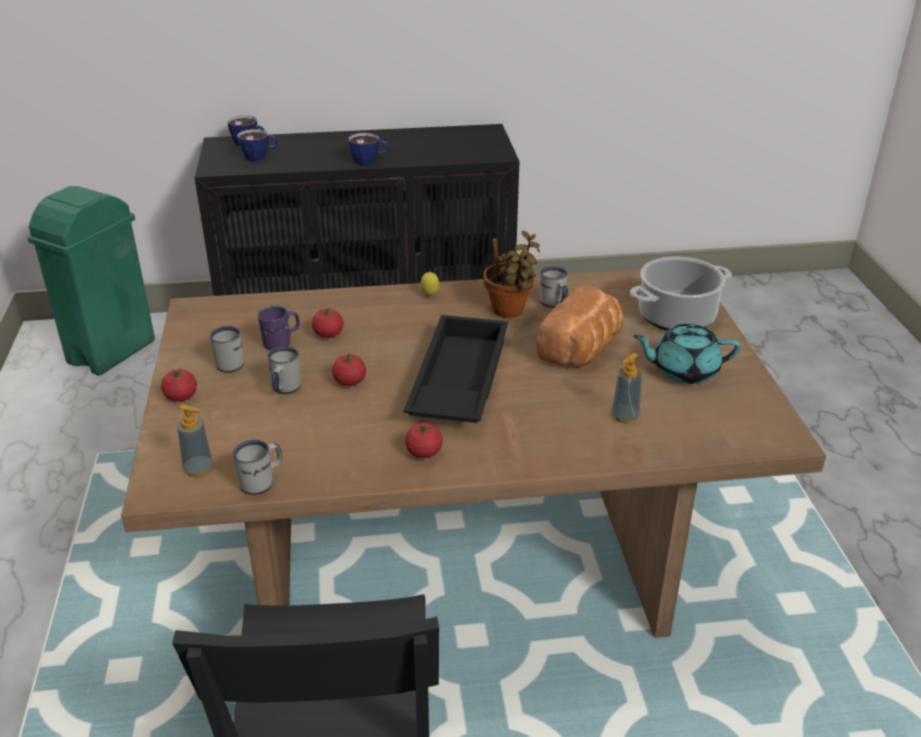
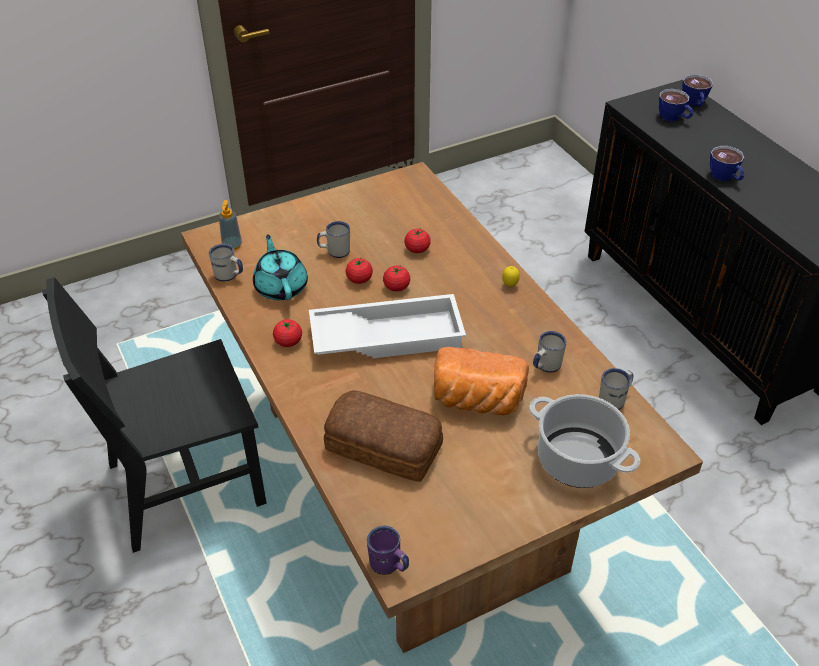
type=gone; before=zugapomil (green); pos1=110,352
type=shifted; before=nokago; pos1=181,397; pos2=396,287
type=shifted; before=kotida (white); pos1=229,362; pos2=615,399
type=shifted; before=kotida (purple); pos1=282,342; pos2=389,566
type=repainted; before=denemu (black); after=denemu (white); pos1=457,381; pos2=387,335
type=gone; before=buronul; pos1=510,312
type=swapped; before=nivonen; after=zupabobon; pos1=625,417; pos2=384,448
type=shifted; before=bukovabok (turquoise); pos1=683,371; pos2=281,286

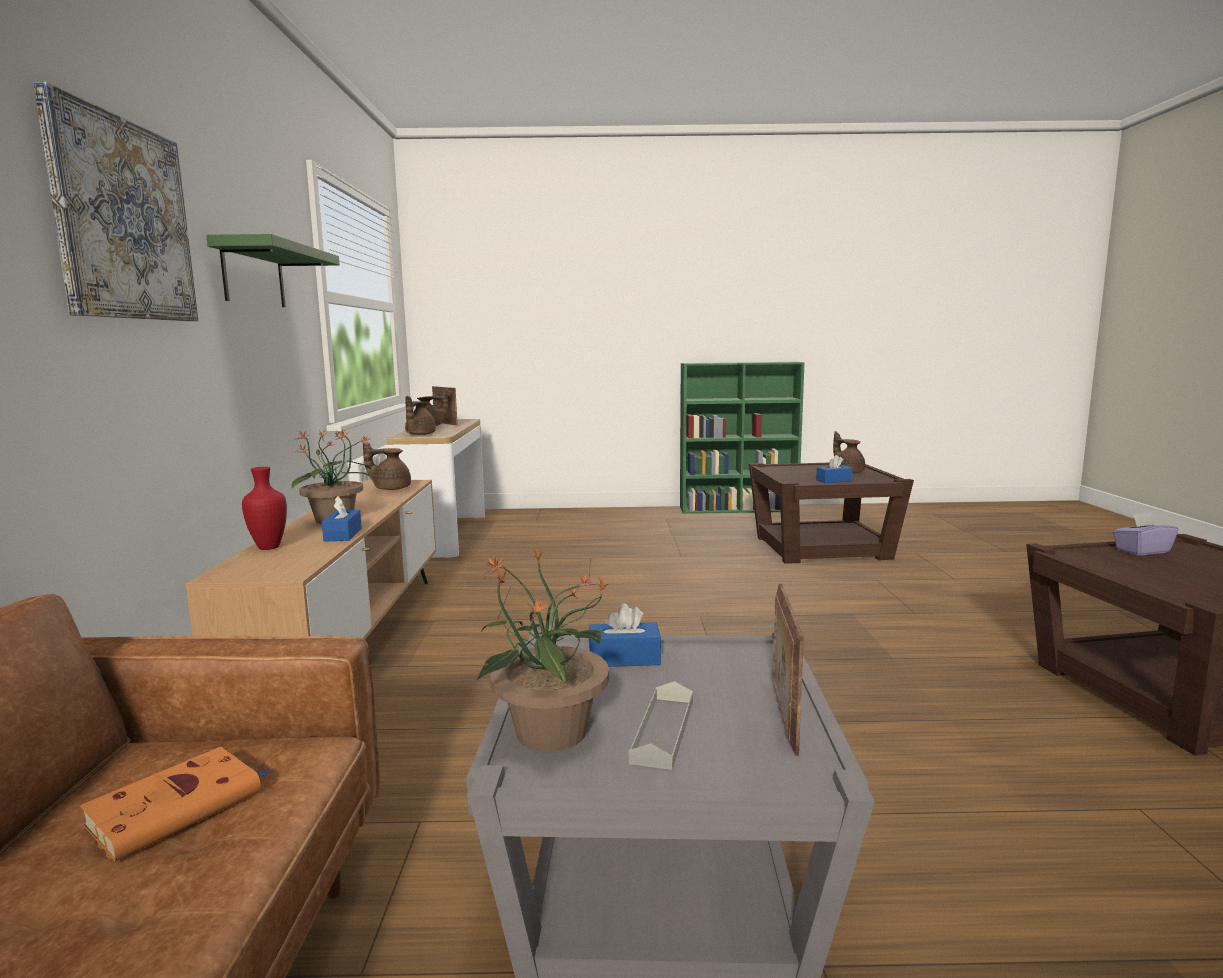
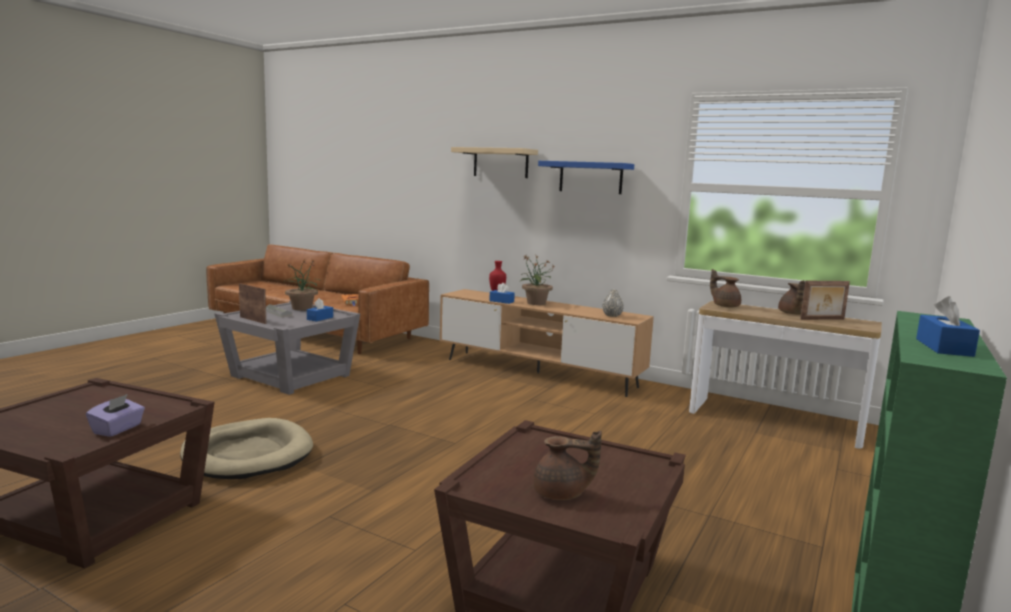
type=swapped; before=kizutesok; after=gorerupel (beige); pos1=122,220; pos2=500,163
type=repainted; before=gorerupel (green); after=gorerupel (blue); pos1=254,275; pos2=590,177
type=swapped; before=bukovabok (brown); after=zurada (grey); pos1=391,488; pos2=612,315
type=shifted; before=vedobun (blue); pos1=834,480; pos2=944,347
type=new; after=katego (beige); pos2=247,454

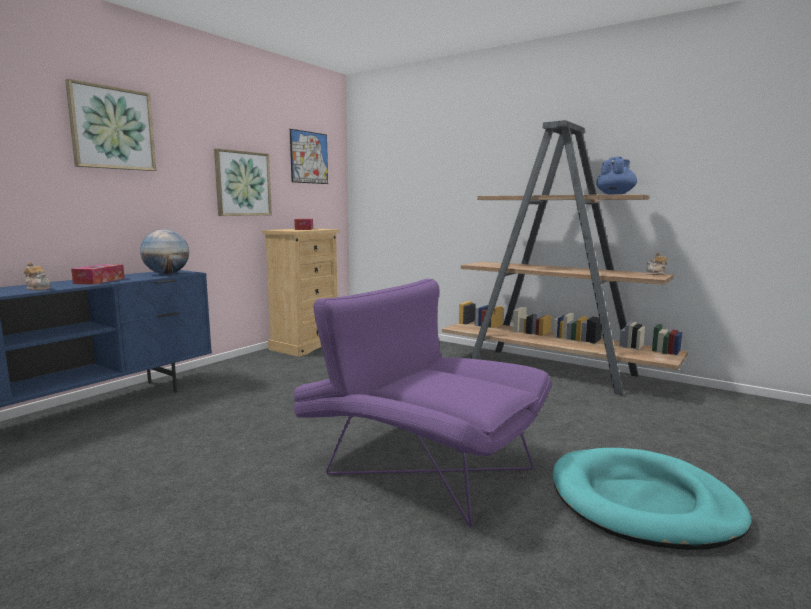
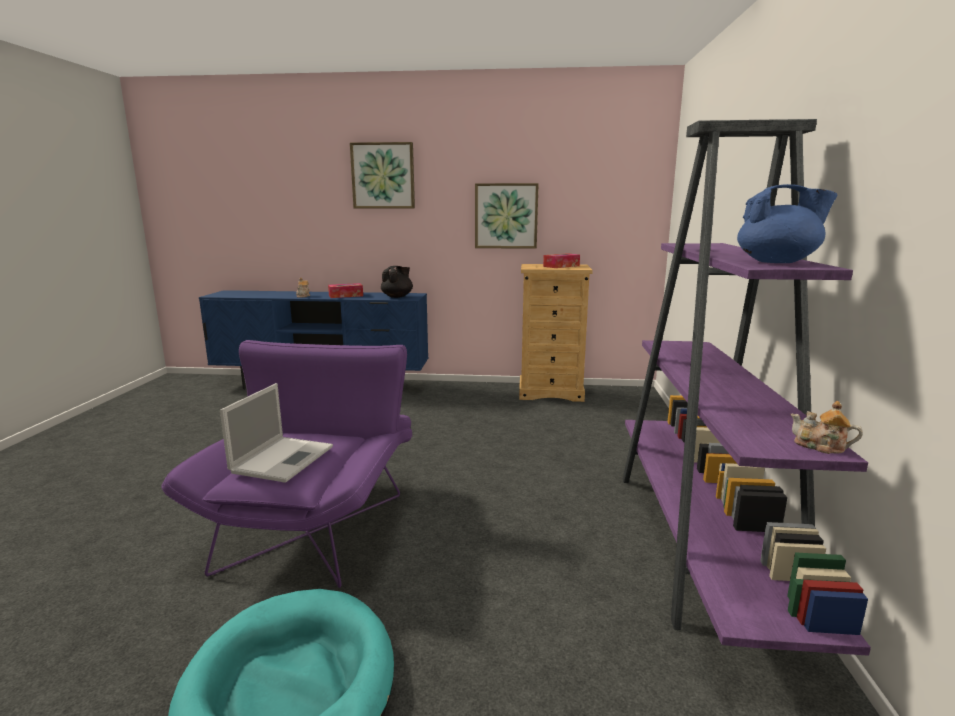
type=swapped; before=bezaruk; after=bukovabok (black); pos1=167,274; pos2=397,296
type=gone; before=kizutesok; pos1=309,157
type=repainted; before=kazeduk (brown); after=kazeduk (purple); pos1=554,371; pos2=700,544
type=new; after=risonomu; pos2=283,458

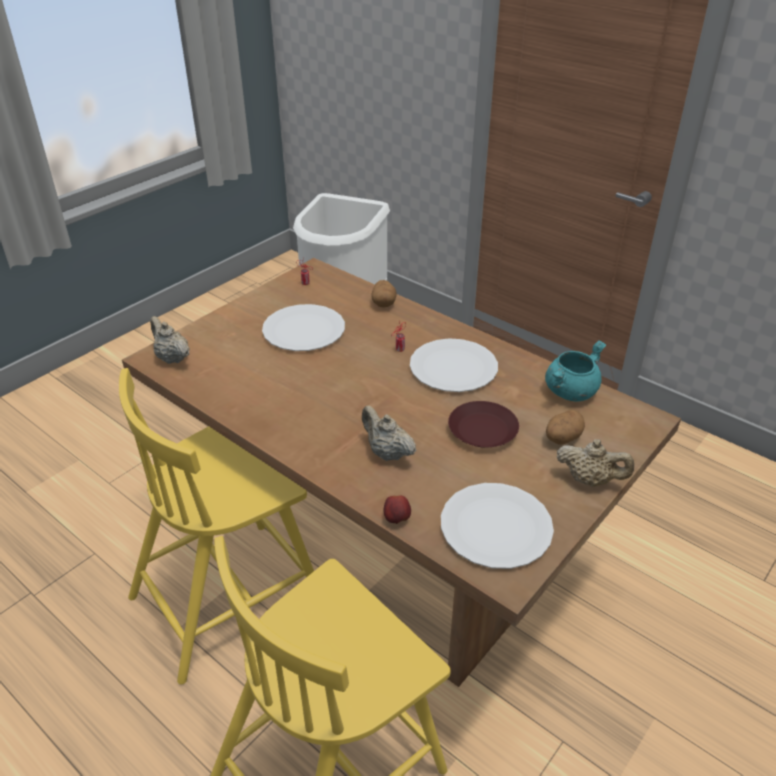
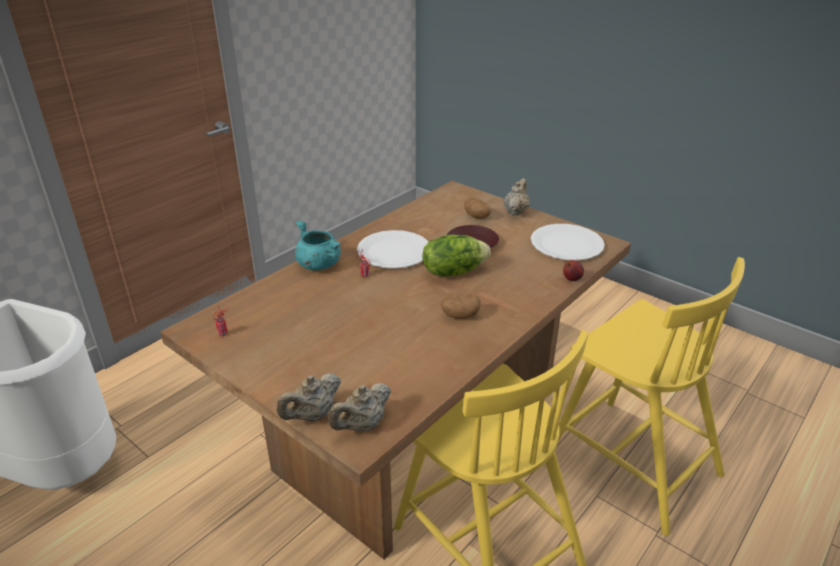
type=gone; before=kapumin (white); pos1=304,330
type=shifted; before=bukovabok (beige); pos1=387,452; pos2=312,415
type=shifted; before=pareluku; pos1=383,303; pos2=460,316
type=shifted; before=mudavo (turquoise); pos1=570,391; pos2=318,264
type=new; after=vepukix; pos2=453,271

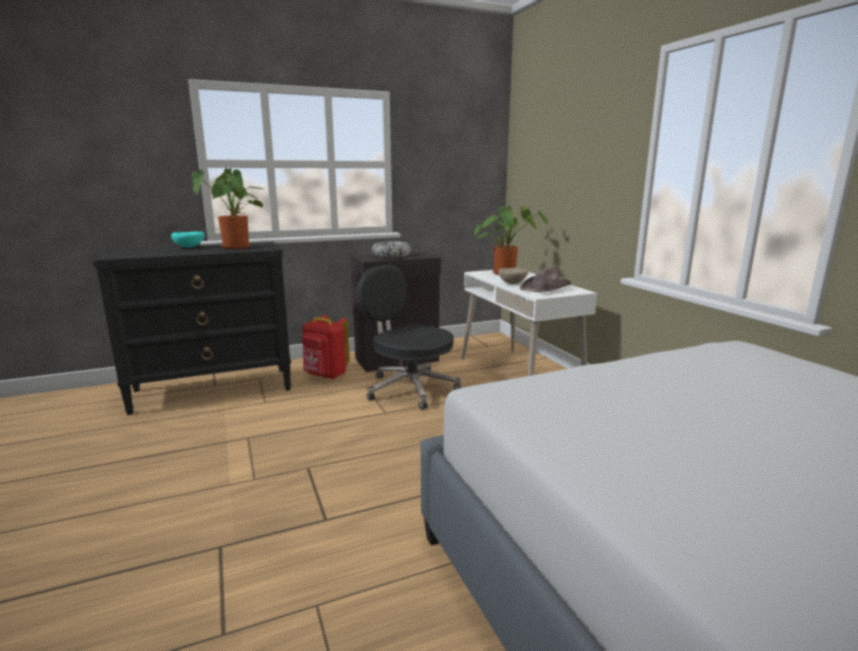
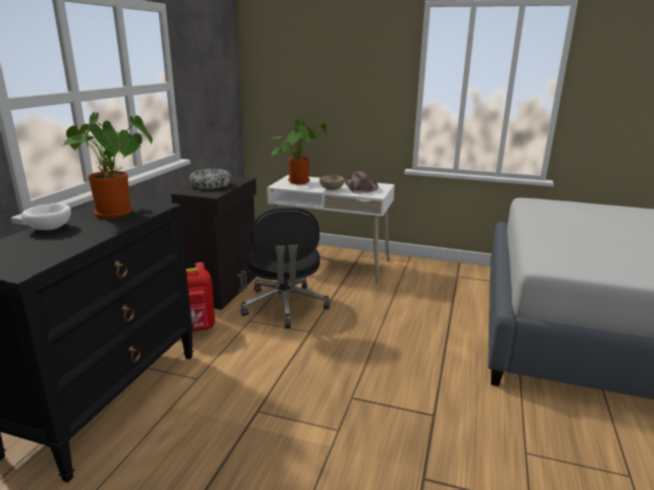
type=repainted; before=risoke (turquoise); after=risoke (white); pos1=190,247; pos2=50,228
type=rotated; before=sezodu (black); pos1=409,388; pos2=284,306; turn=-90

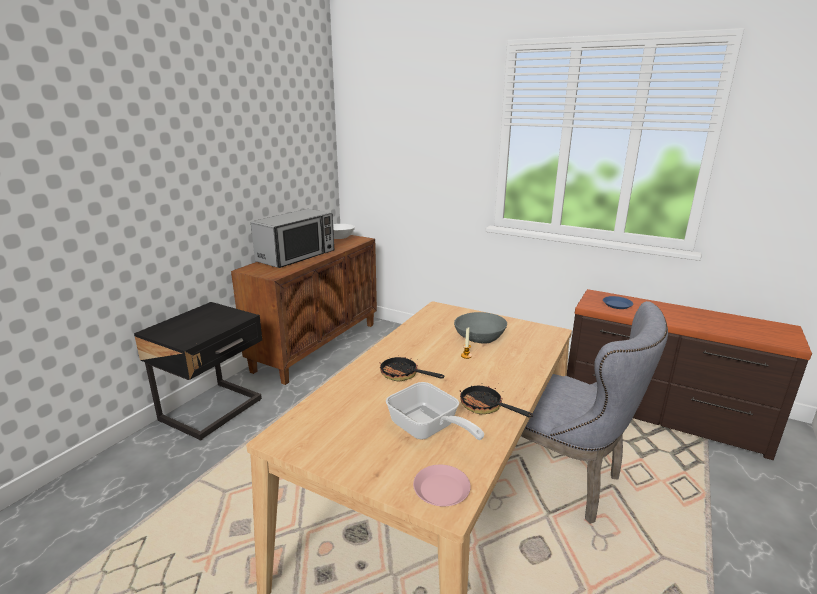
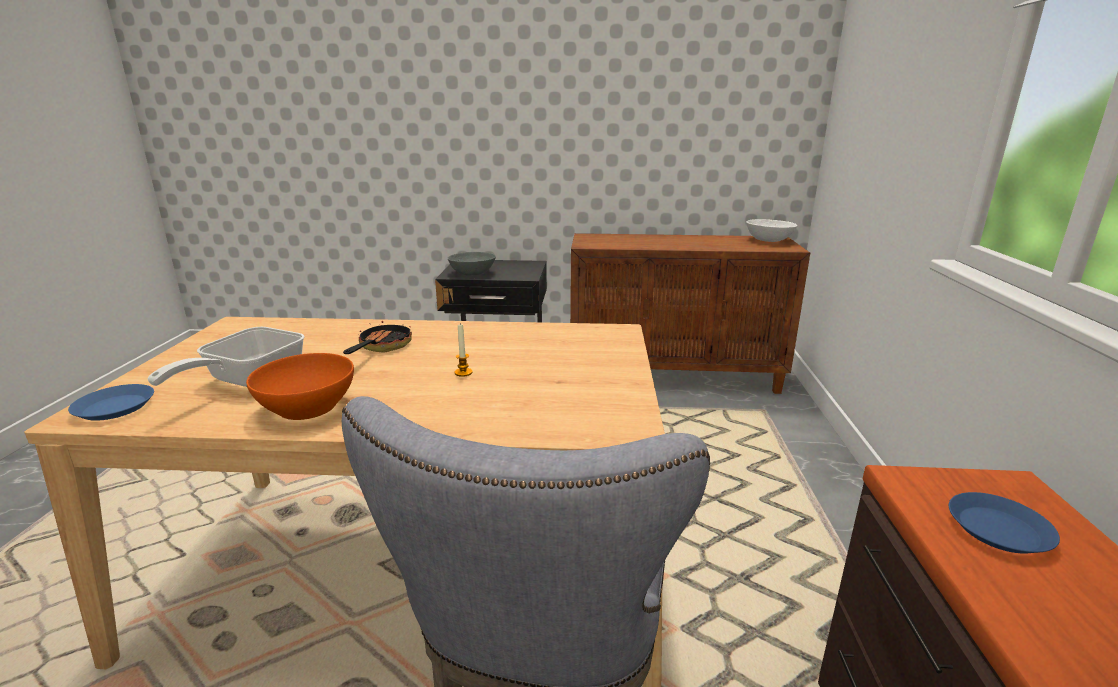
type=gone; before=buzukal; pos1=297,256
type=repainted; before=kapumin (pink); after=kapumin (blue); pos1=442,490; pos2=115,408
type=shifted; before=risoke (grey); pos1=480,338; pos2=473,273
type=swapped; before=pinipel; after=risoke (orange); pos1=486,407; pos2=307,407

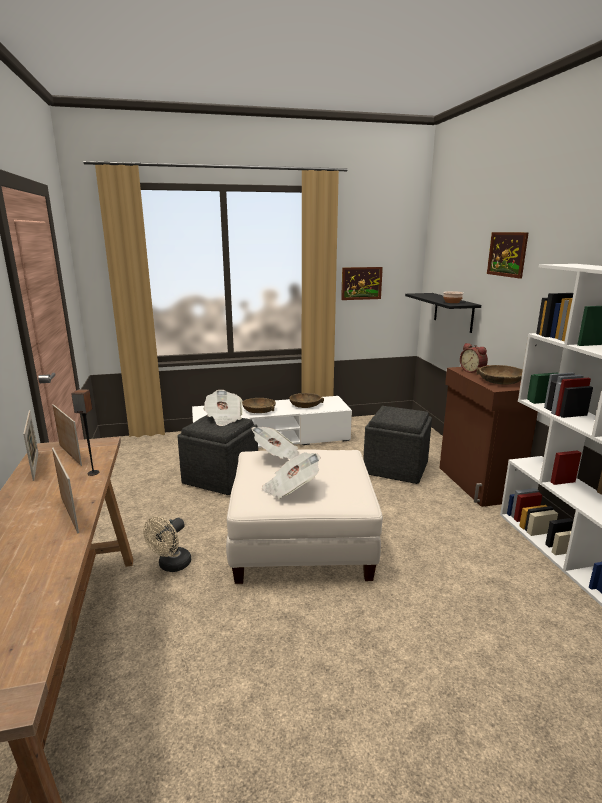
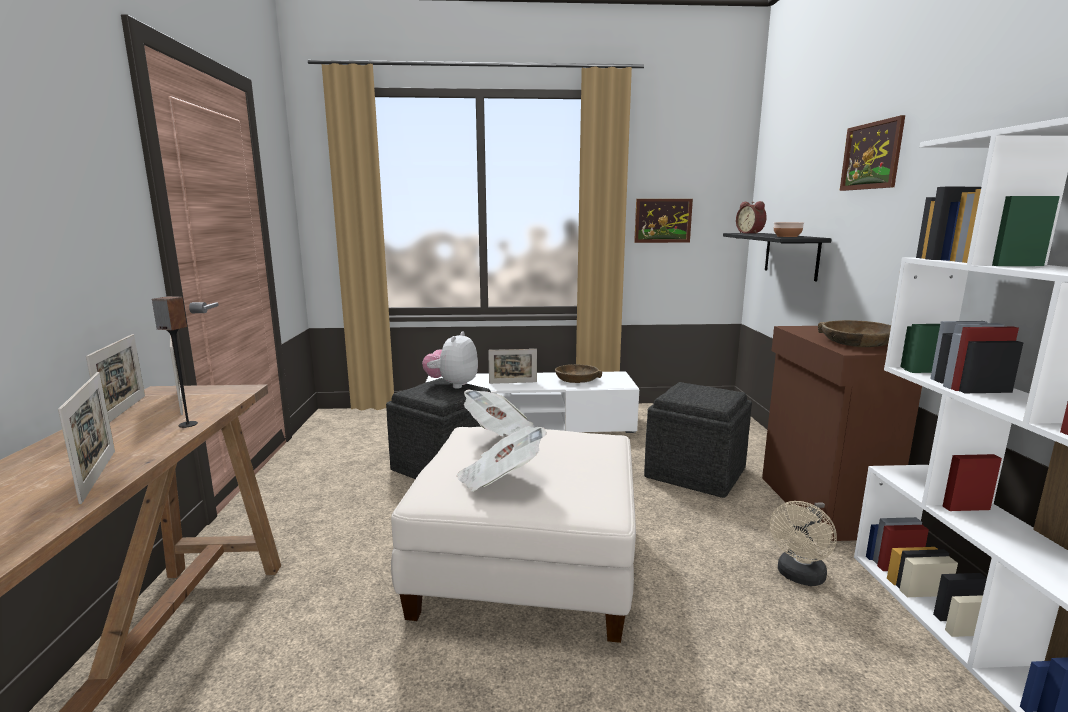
type=shifted; before=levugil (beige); pos1=171,566; pos2=799,577
type=swapped; before=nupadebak; after=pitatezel; pos1=224,418; pos2=452,385
type=swapped; before=risoke (brown); after=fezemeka; pos1=259,410; pos2=513,382
type=shifted; before=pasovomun; pos1=473,371; pos2=751,233

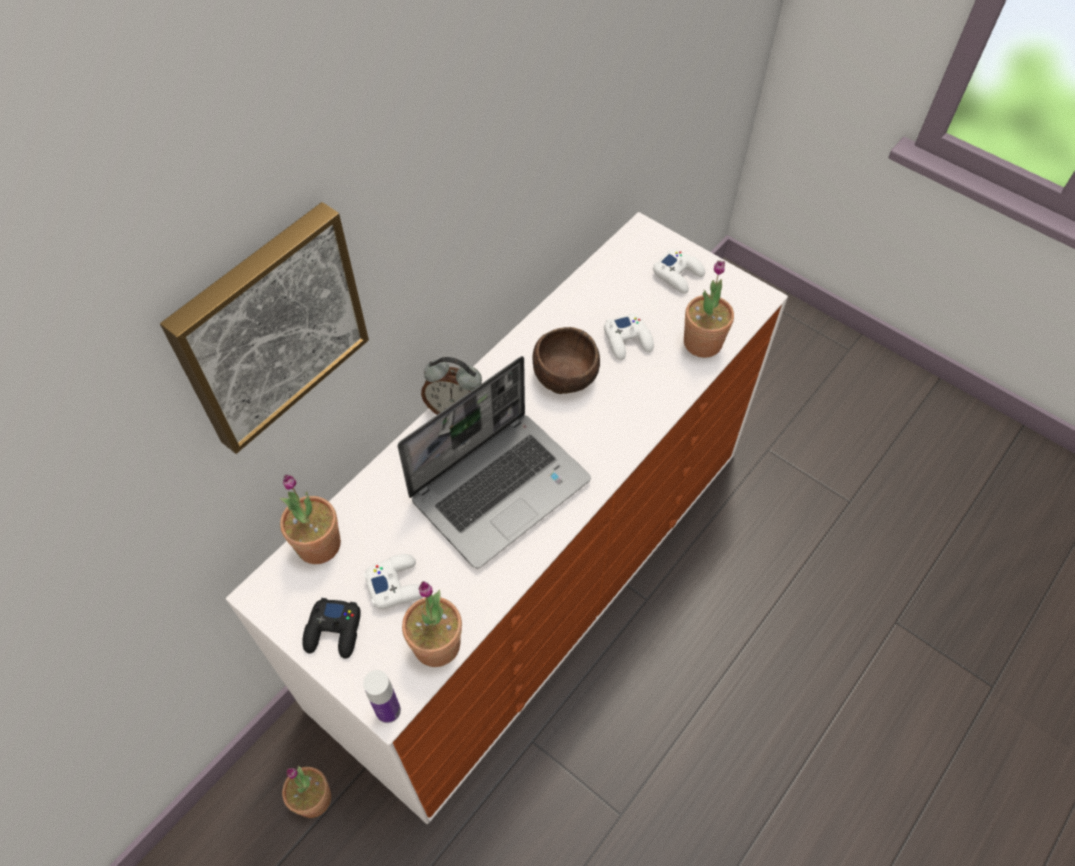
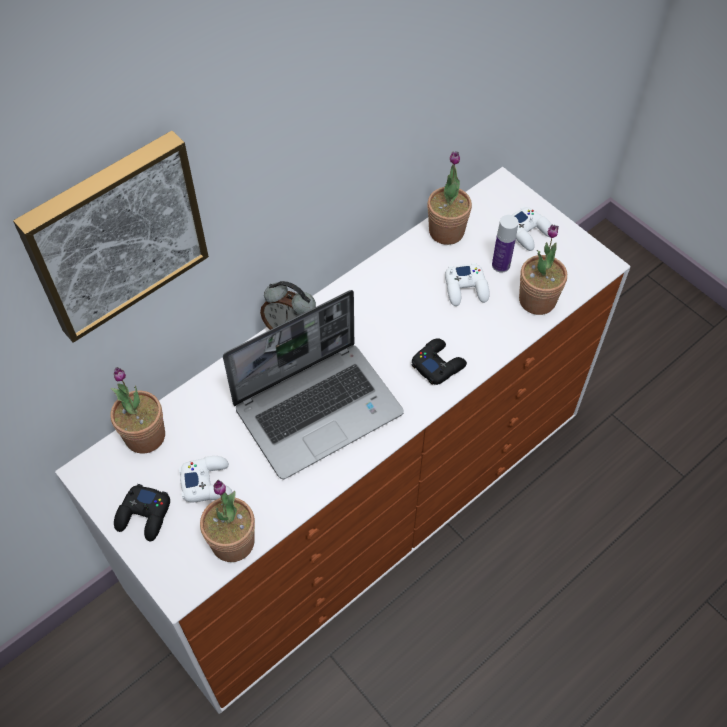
type=shifted; before=buronul; pos1=313,799; pos2=446,231
type=shifted; before=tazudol; pos1=388,710; pos2=501,265
type=gone; before=risoke (brown); pos1=566,373
type=new; after=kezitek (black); pos2=438,364

